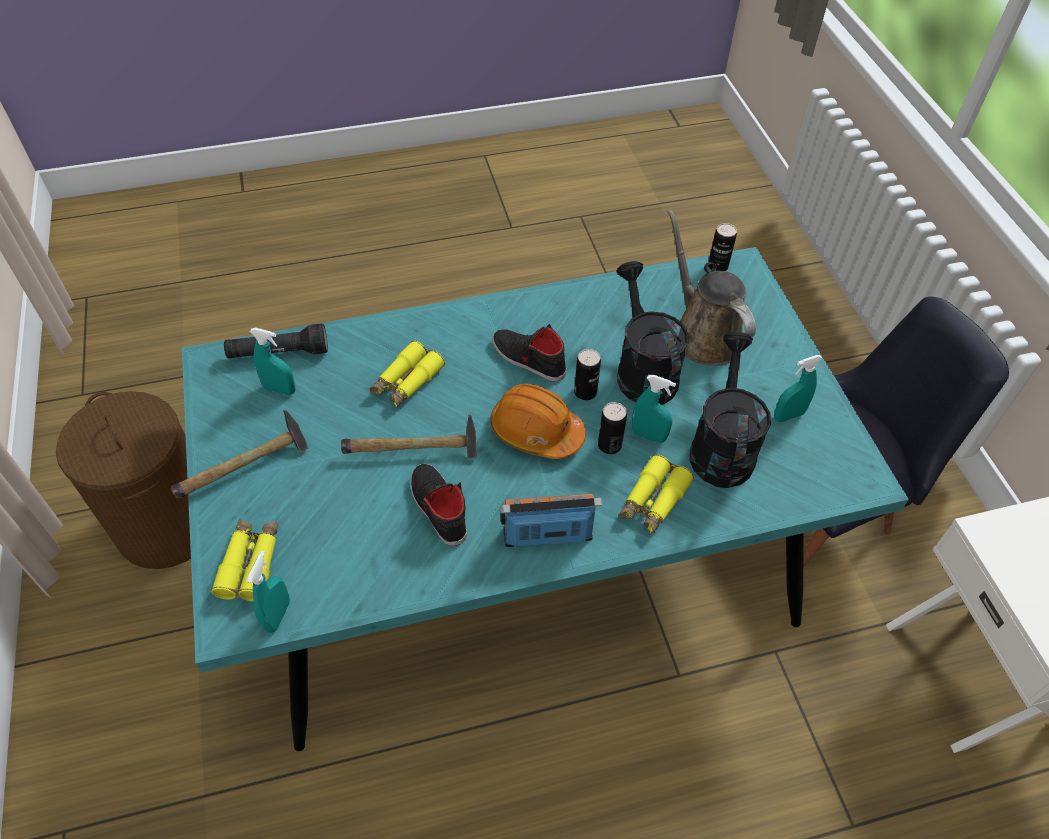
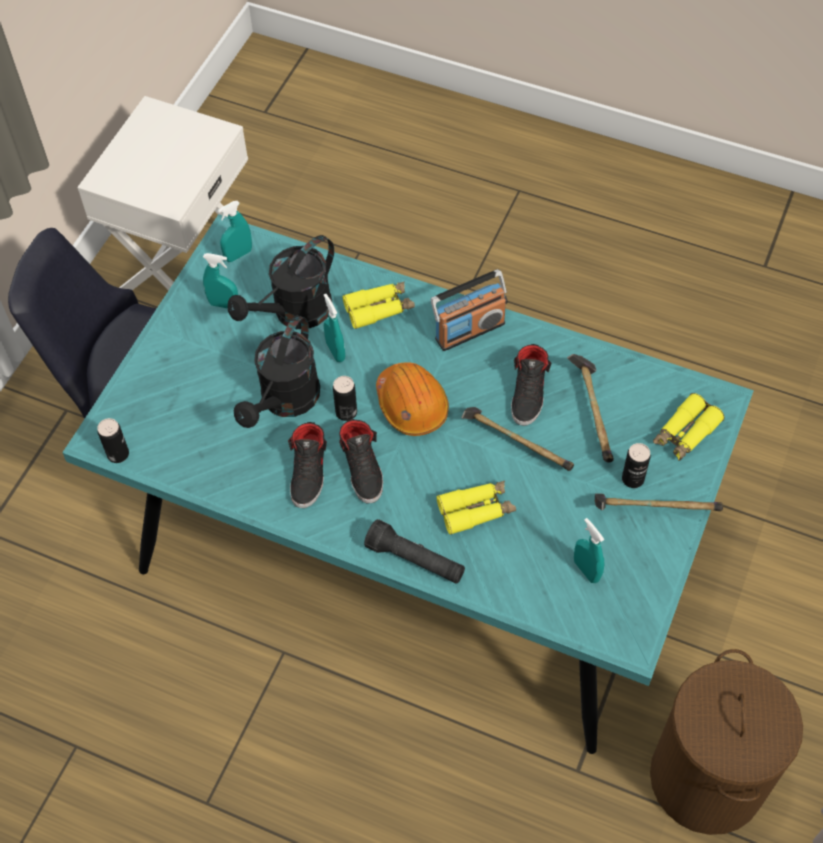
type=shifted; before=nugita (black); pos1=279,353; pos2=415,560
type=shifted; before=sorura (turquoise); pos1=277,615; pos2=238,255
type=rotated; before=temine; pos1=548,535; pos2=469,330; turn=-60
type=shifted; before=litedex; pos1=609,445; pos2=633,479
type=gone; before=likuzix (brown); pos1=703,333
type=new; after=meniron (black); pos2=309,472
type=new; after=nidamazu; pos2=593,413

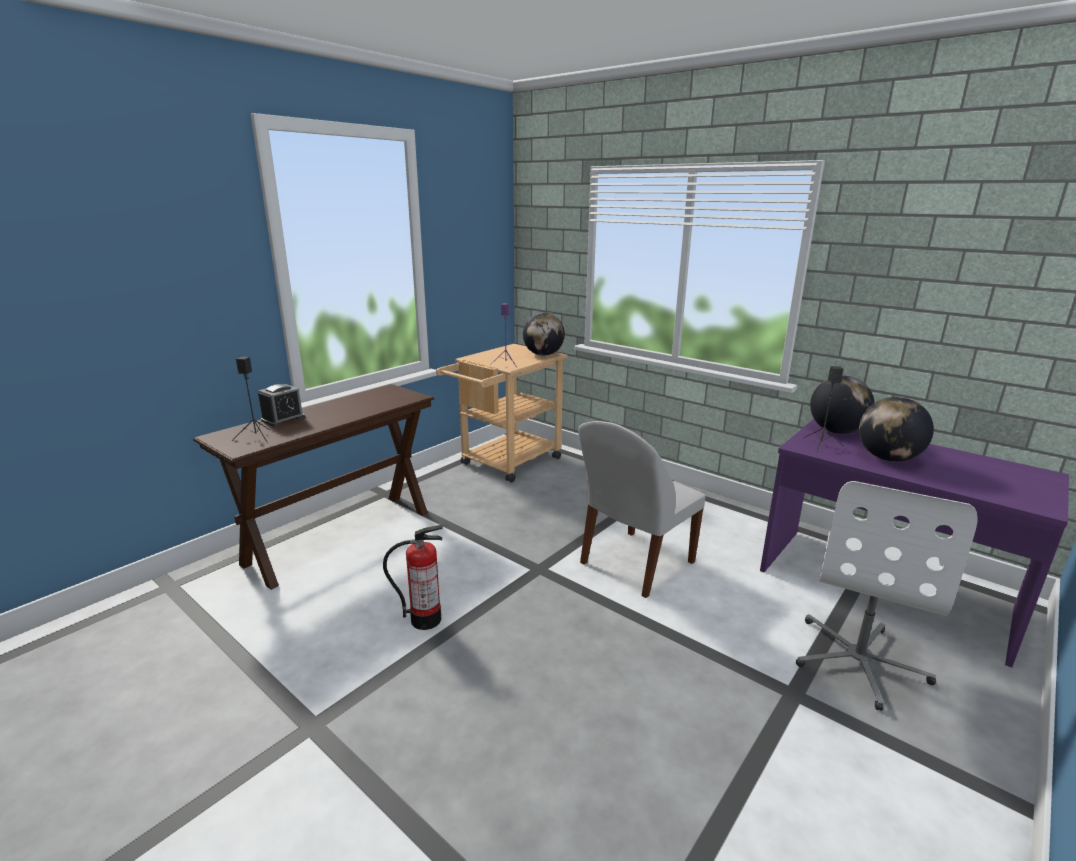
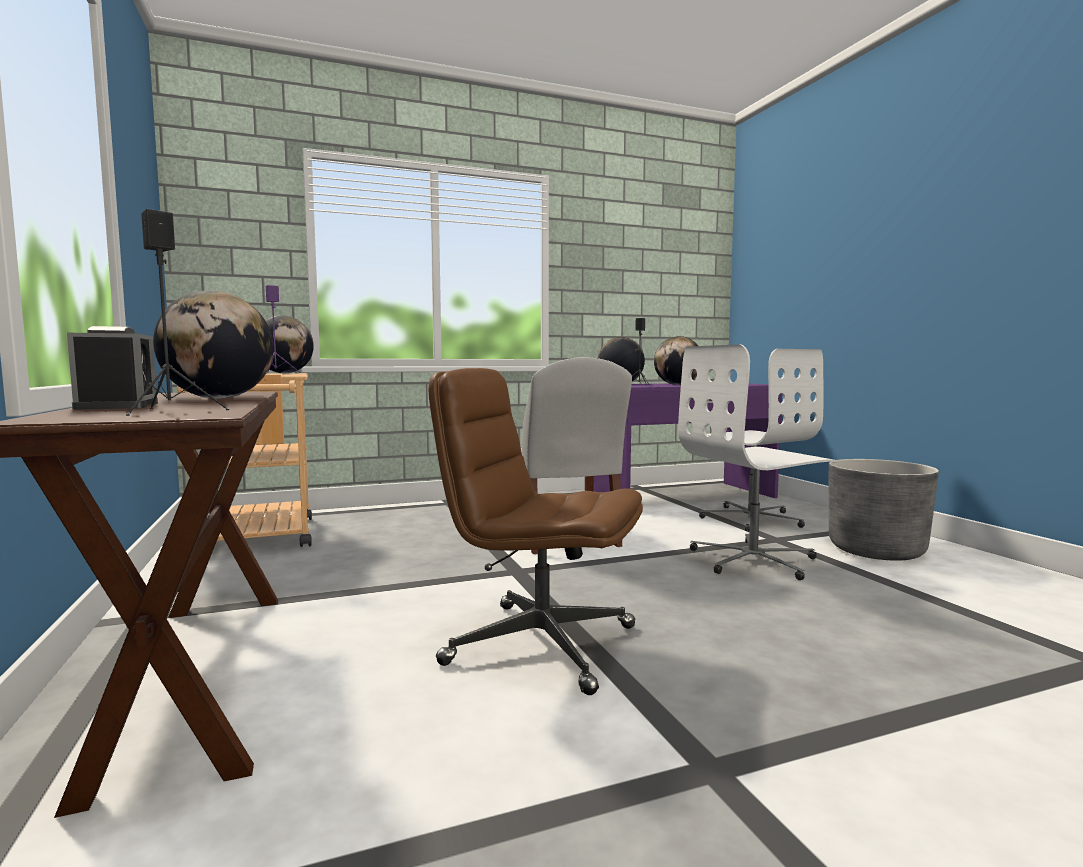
type=swapped; before=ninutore; after=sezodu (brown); pos1=425,619; pos2=539,645
type=new; after=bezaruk; pos2=219,398
type=new; after=sezodu (white); pos2=754,560
type=new; after=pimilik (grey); pos2=876,550

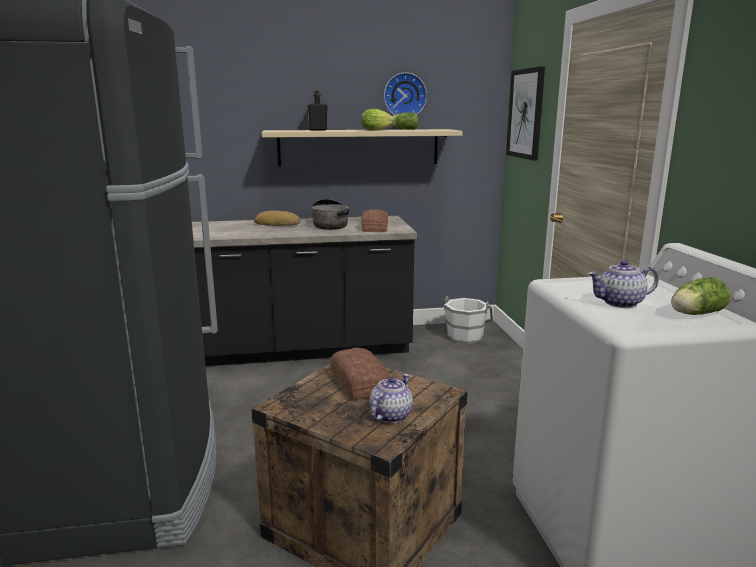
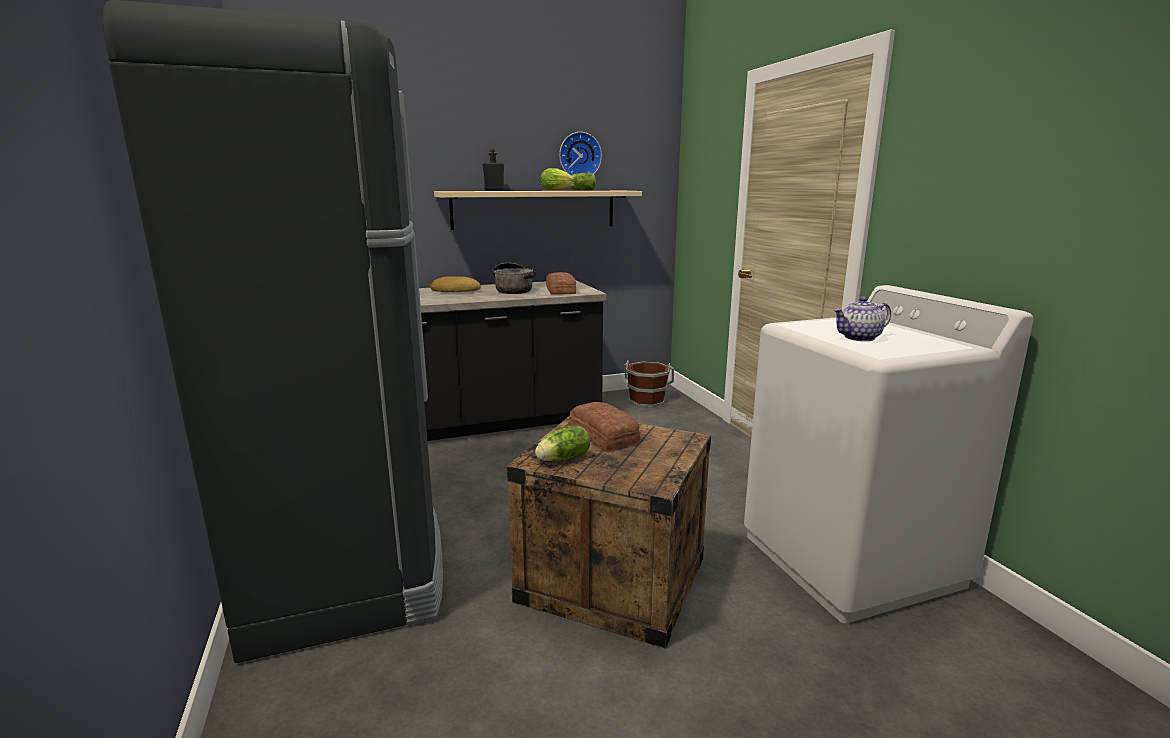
type=gone; before=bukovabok; pos1=390,415
type=repainted; before=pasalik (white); after=pasalik (brown); pos1=465,336; pos2=647,400
type=gone; before=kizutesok; pos1=526,114
type=shifted; before=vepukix; pos1=694,314; pos2=561,459

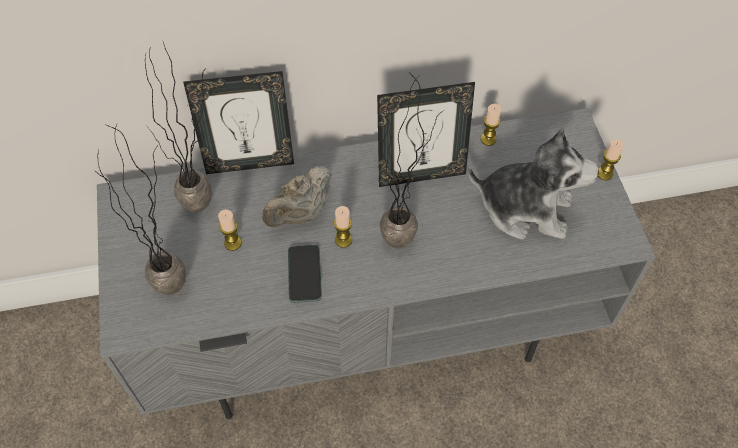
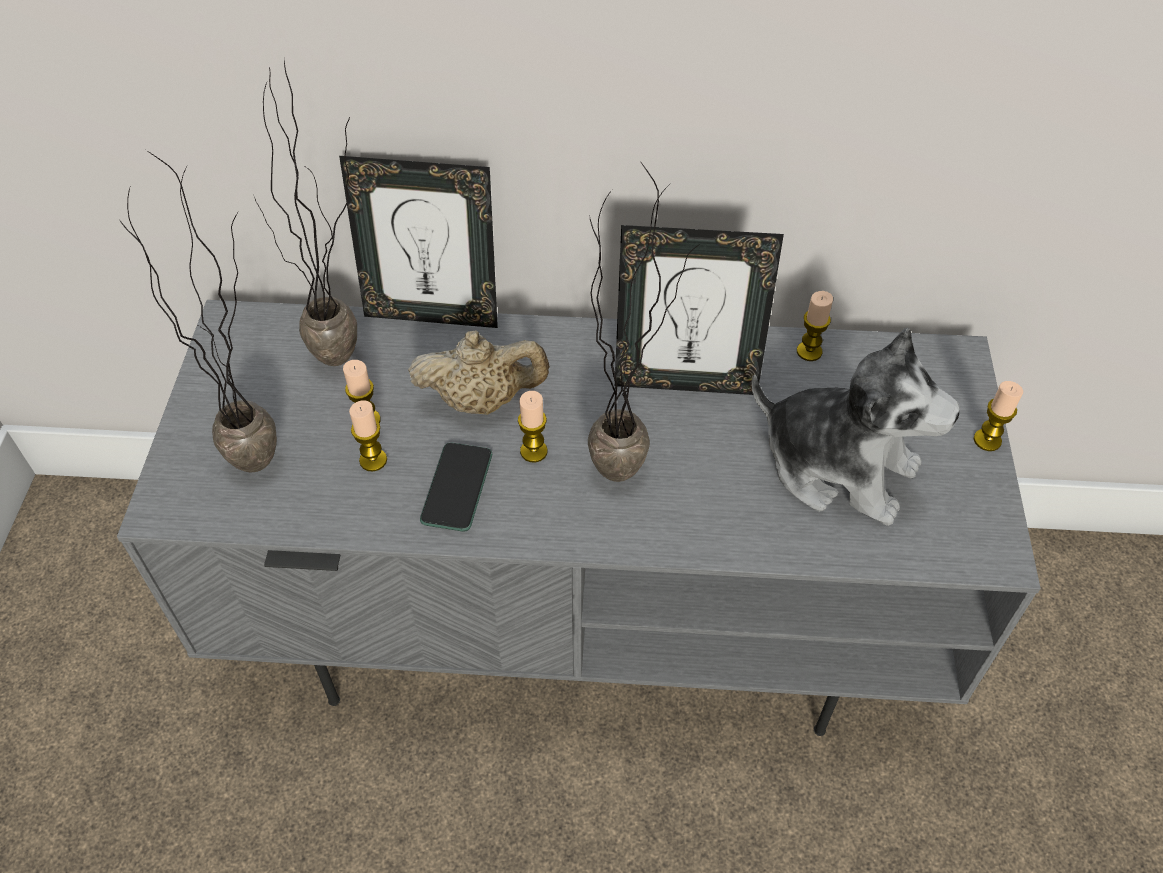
type=rotated; before=bukovabok (beige); pos1=300,214; pos2=482,400; turn=-150
type=new; after=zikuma; pos2=373,460

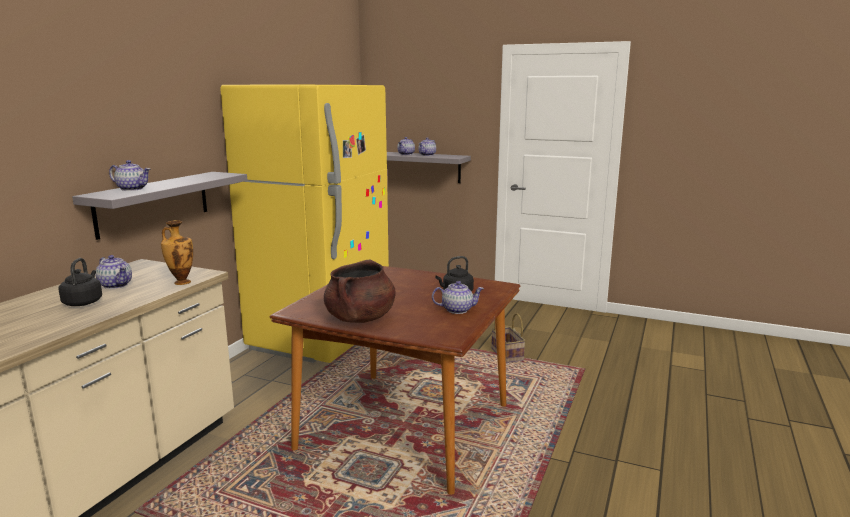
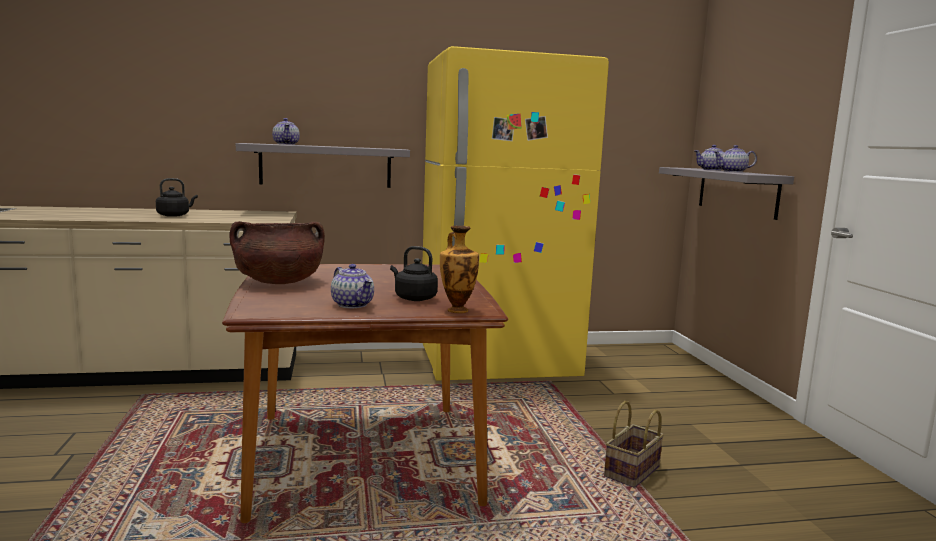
type=gone; before=bukovabok; pos1=116,285
type=shifted; before=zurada; pos1=181,282; pos2=457,310

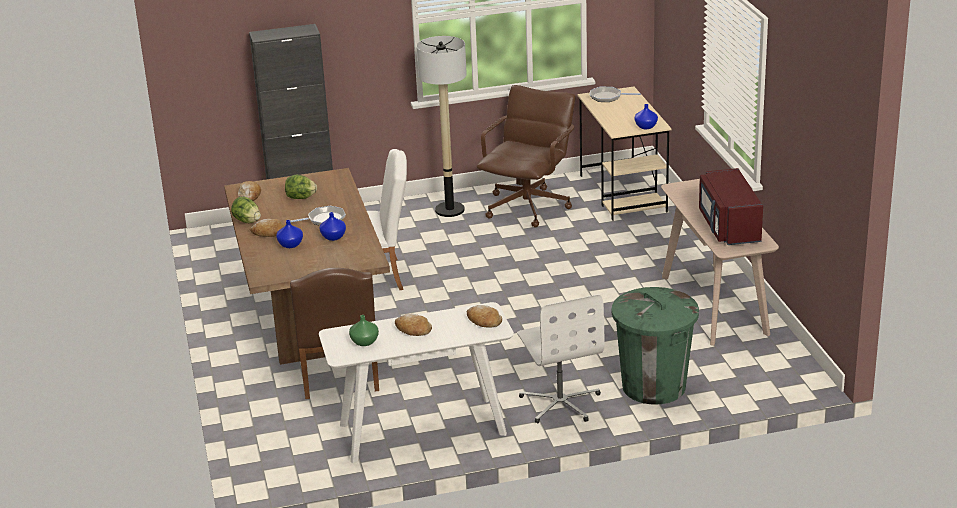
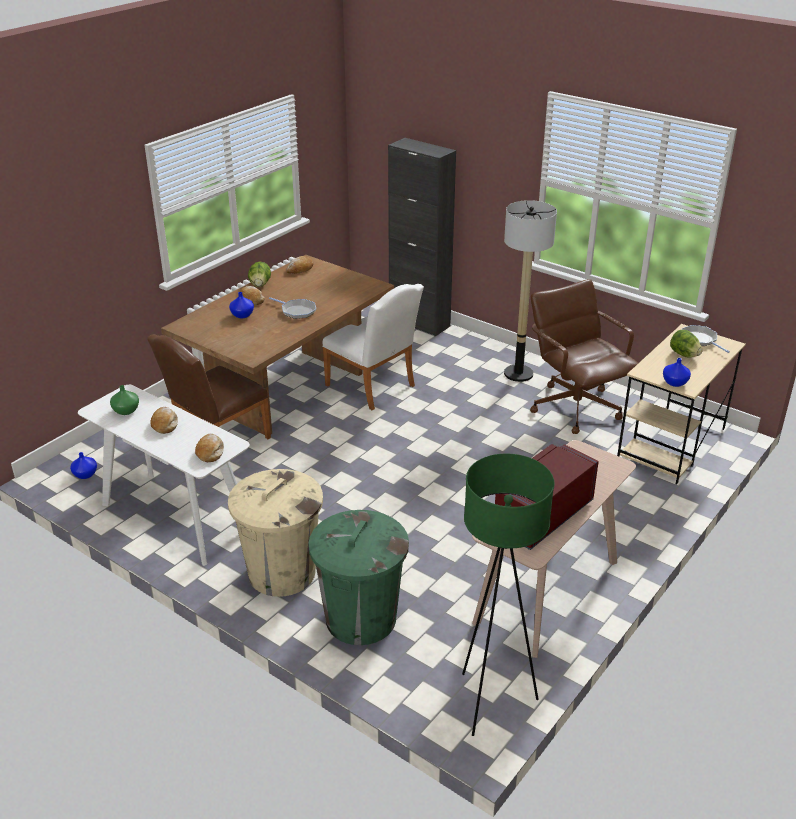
type=shifted; before=vepukix; pos1=301,198; pos2=684,355
type=shifted; before=zurada (blue); pos1=334,237; pos2=85,475
type=rotated; before=sezodu (brown); pos1=528,207; pos2=575,407; turn=-105
type=swapped; before=sezodu (white); after=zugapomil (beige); pos1=560,402; pos2=281,573
type=new; after=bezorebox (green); pos2=492,702

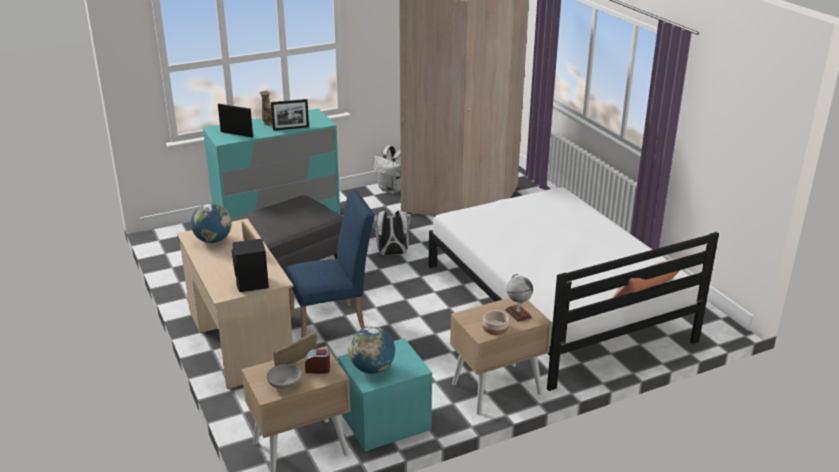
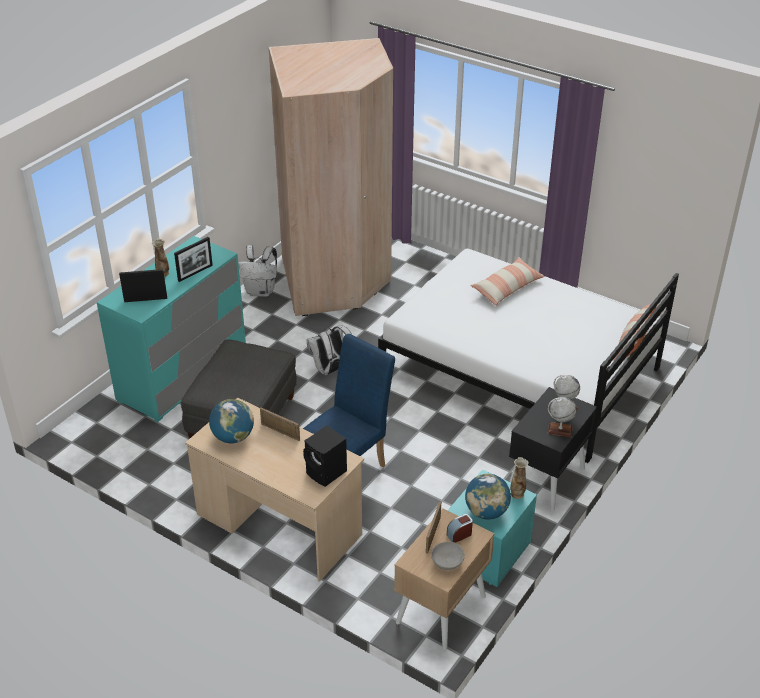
type=repainted; before=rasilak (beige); after=rasilak (black); pos1=496,388; pos2=546,479
type=swapped; before=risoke; after=bezaruk; pos1=495,327; pos2=560,430
type=new; after=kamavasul; pos2=507,288
type=new; after=zurada; pos2=517,494

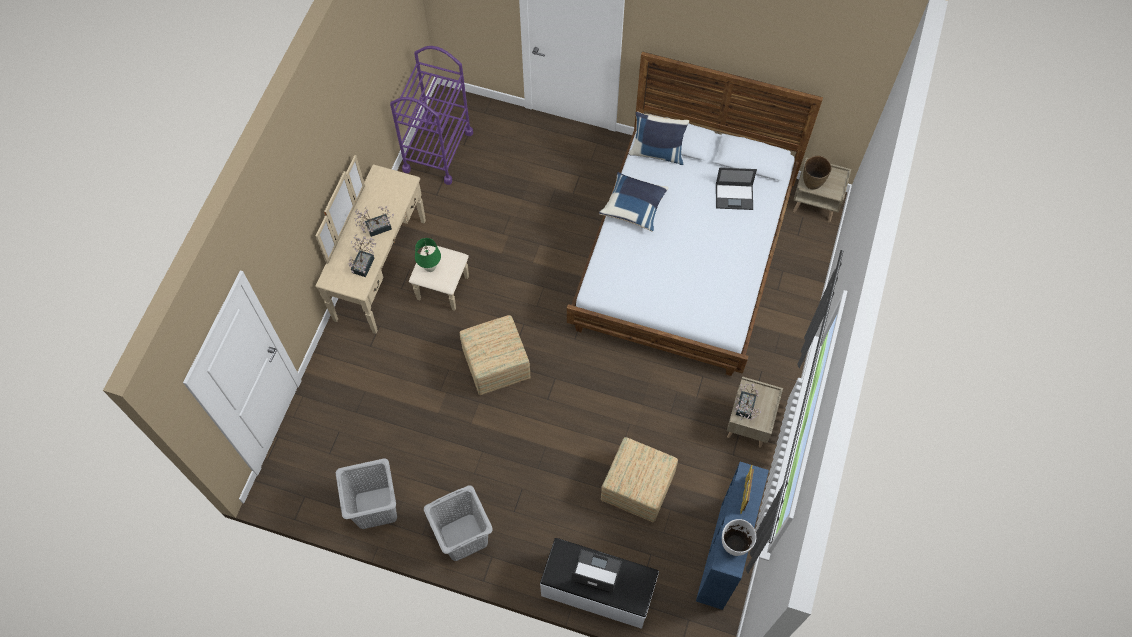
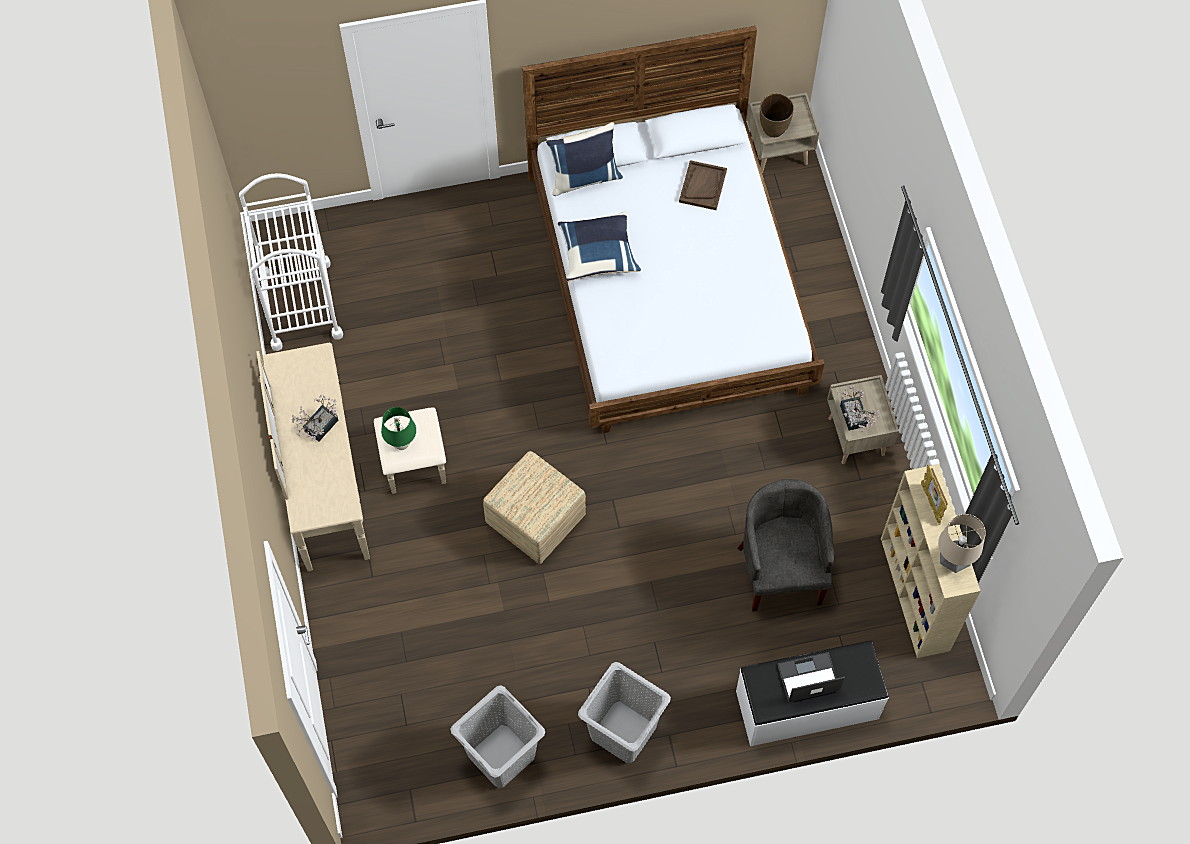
type=gone; before=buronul; pos1=364,263
type=repainted; before=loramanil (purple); after=loramanil (white); pos1=438,151; pos2=301,305
type=swapped; before=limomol; after=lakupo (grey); pos1=638,487; pos2=781,570
type=repainted; before=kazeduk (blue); after=kazeduk (beige); pos1=722,556; pos2=915,595
type=swapped; before=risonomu; after=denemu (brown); pos1=734,196; pos2=702,186
type=swapped; before=zurada (white); after=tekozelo; pos1=734,545; pos2=953,561

